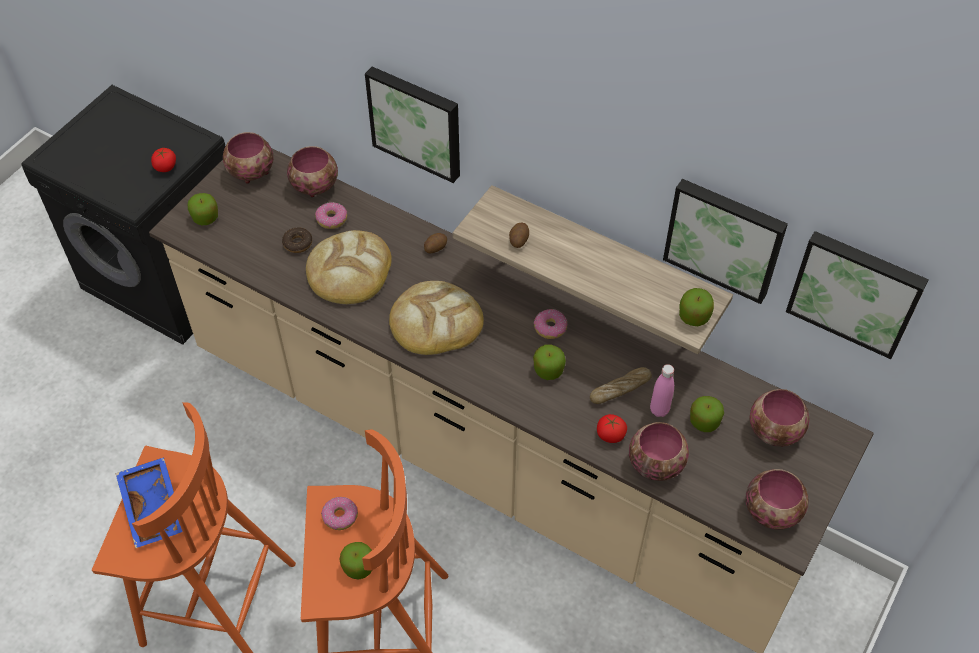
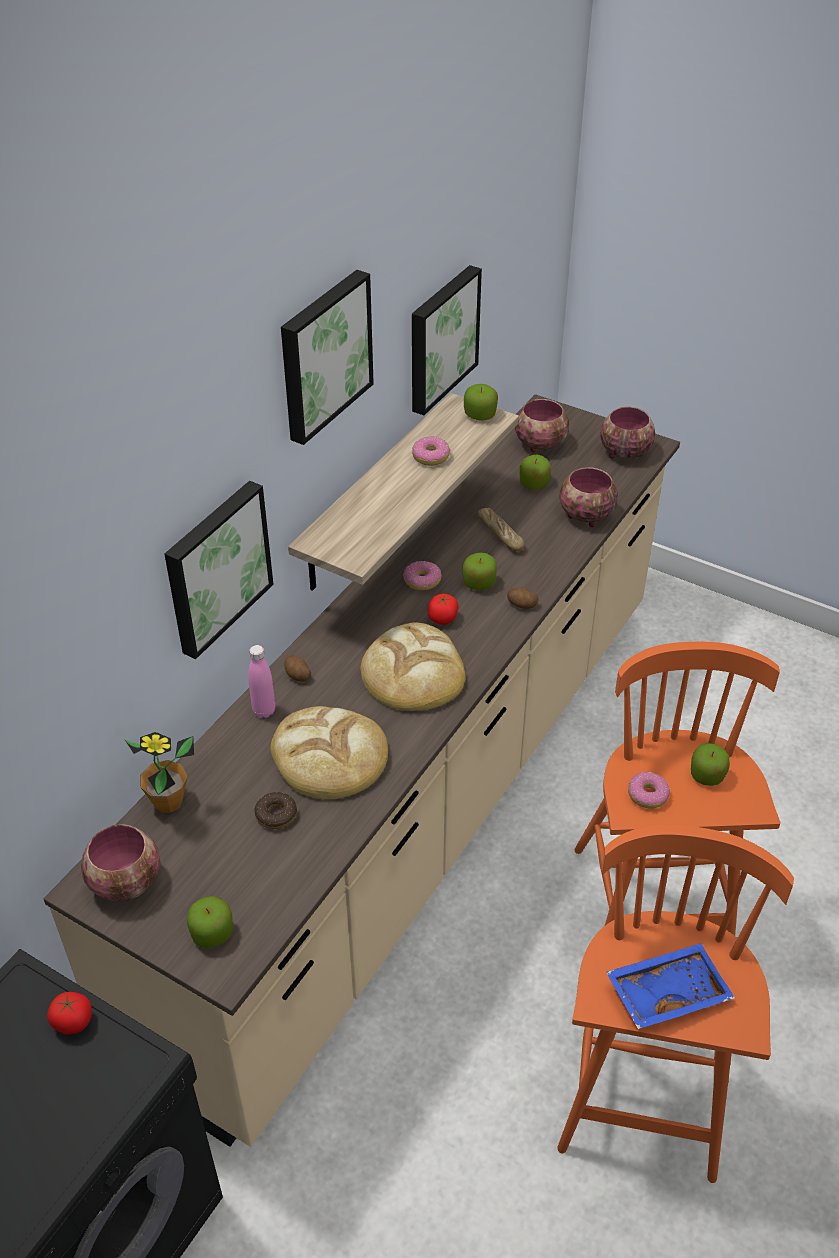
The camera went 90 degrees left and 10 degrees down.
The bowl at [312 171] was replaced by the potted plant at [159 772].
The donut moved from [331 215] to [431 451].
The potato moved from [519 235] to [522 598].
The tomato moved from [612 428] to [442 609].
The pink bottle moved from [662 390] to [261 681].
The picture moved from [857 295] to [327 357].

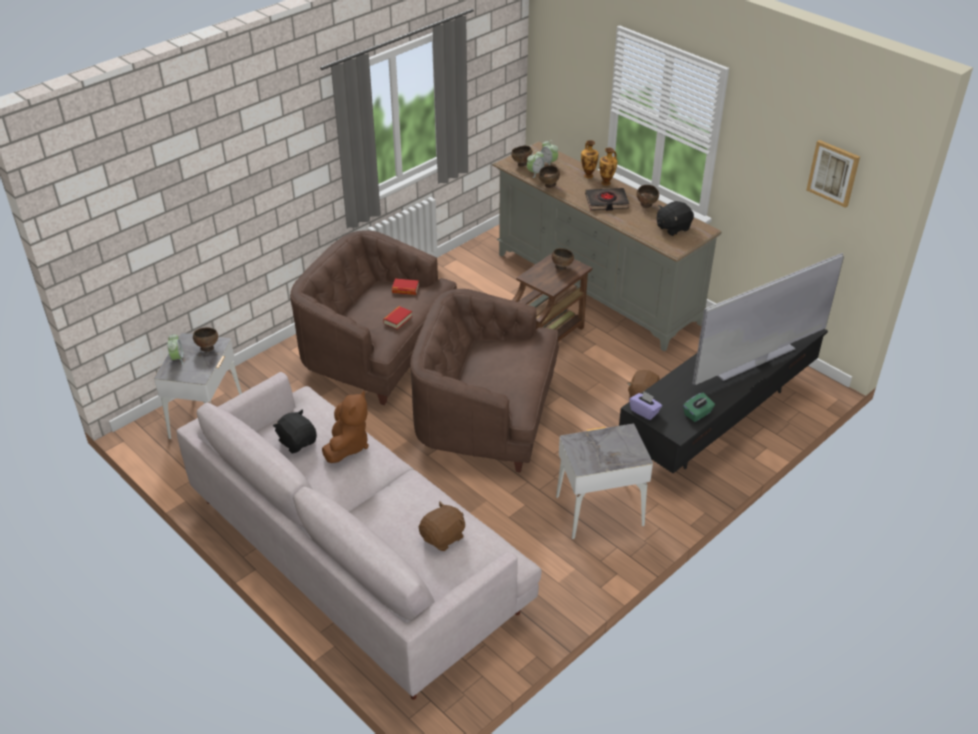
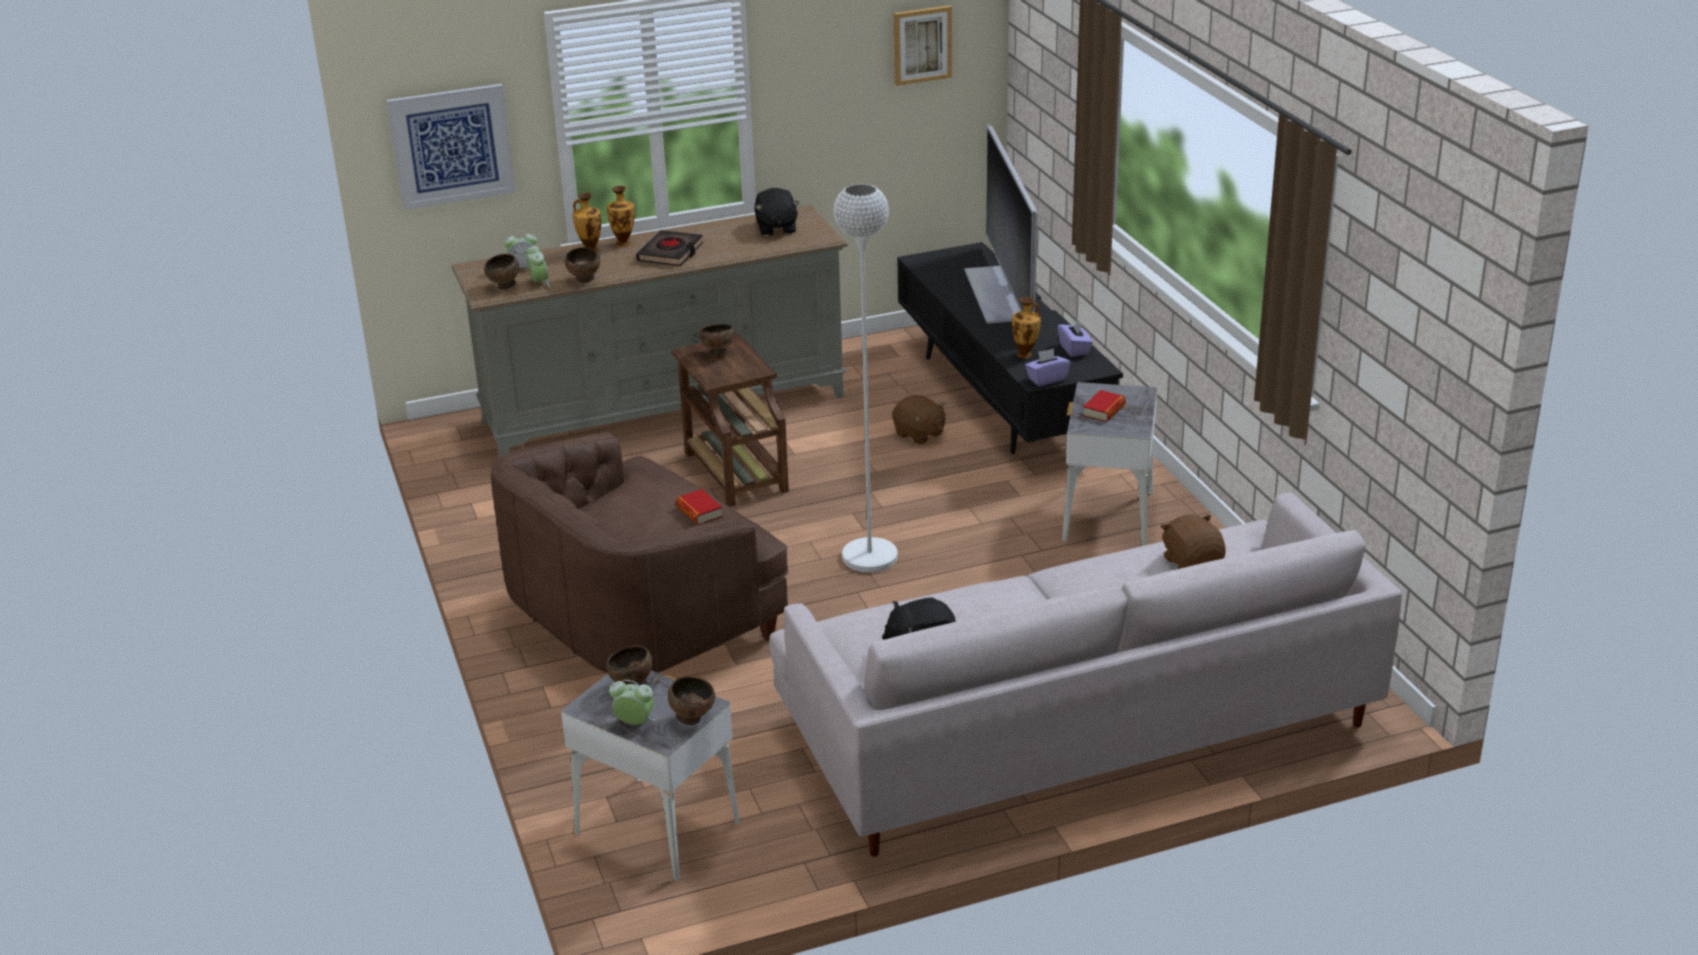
The camera went 65 degrees left and 10 degrees down.
The brown plush toy at [345 427] disappeared.
The book moved from [405 287] to [1104 406].
The brown armchair at [484 381] was replaced by the white floor lamp at [866 378].
The brown bowl moved from [648 196] to [691 700].
The green tissue box at [699 407] became the purple tissue box at [1075 338].
The picture at [451 147] appeared.
The vase at [1026 327] appeared.

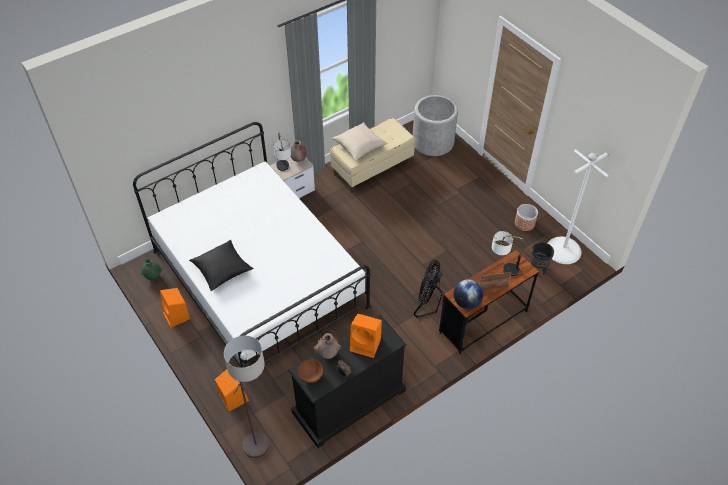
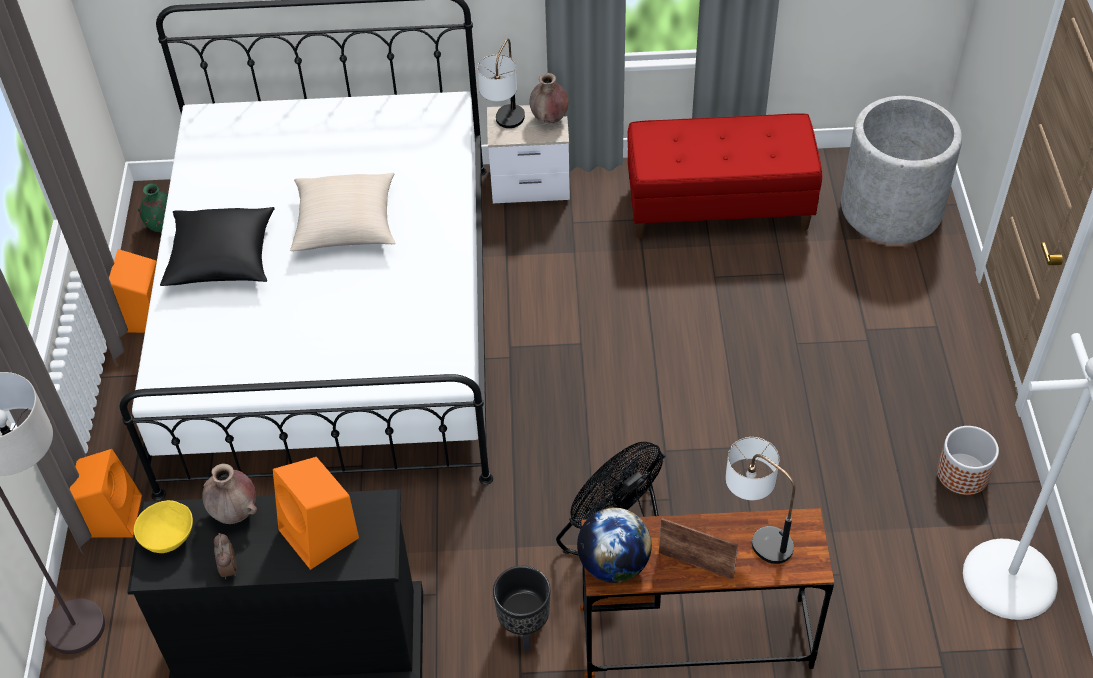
The camera went 35 degrees right and 0 degrees up.
The brown bowl at [310 371] became the yellow bowl at [163 526].
The beige bench at [372 155] became the red bench at [724 176].
The beige pillow moved from [360 141] to [343 212].
The black planter moved from [542 258] to [522 609].

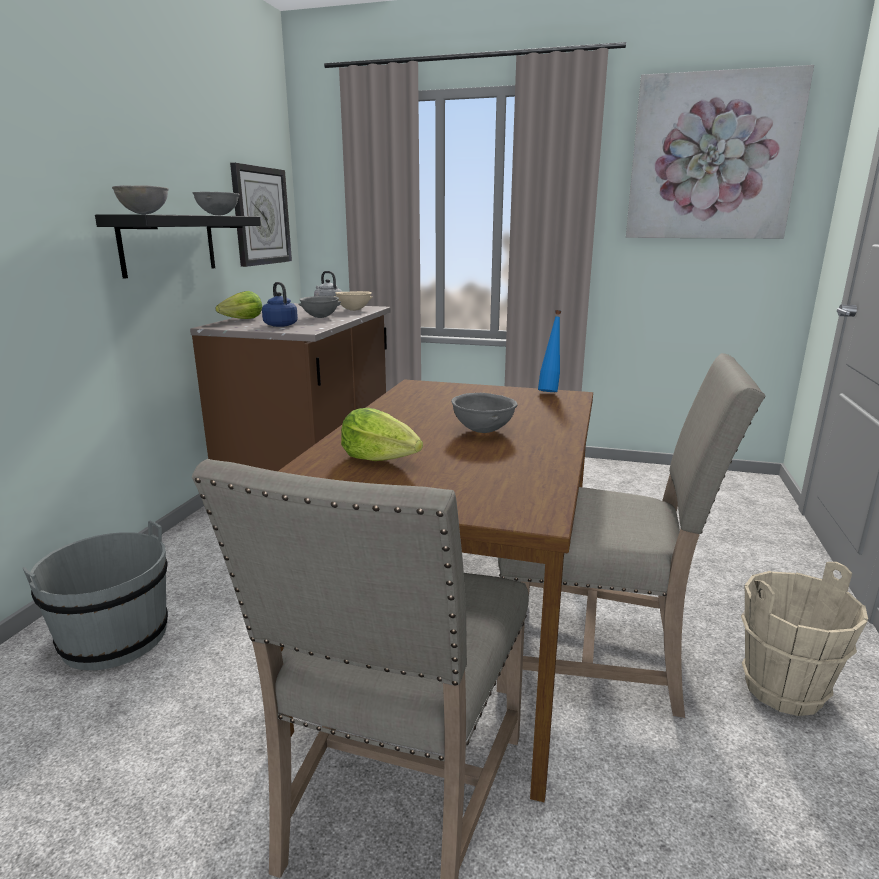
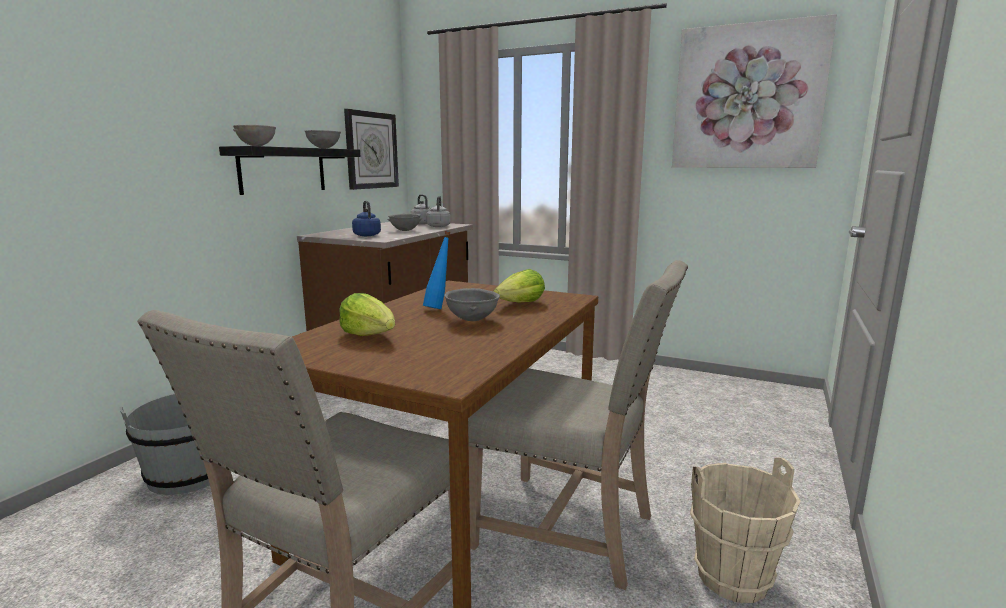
The camera went 10 degrees right and 5 degrees down.
The lettuce moved from [238 305] to [519 285].
The beige bowl at [354 301] was replaced by the grey kettle at [438 211].
The blue bottle moved from [549 351] to [436 270].

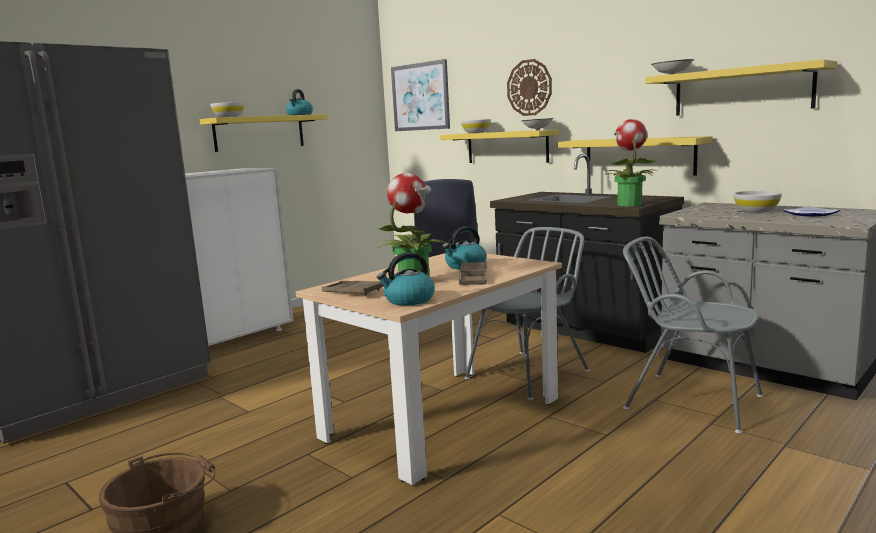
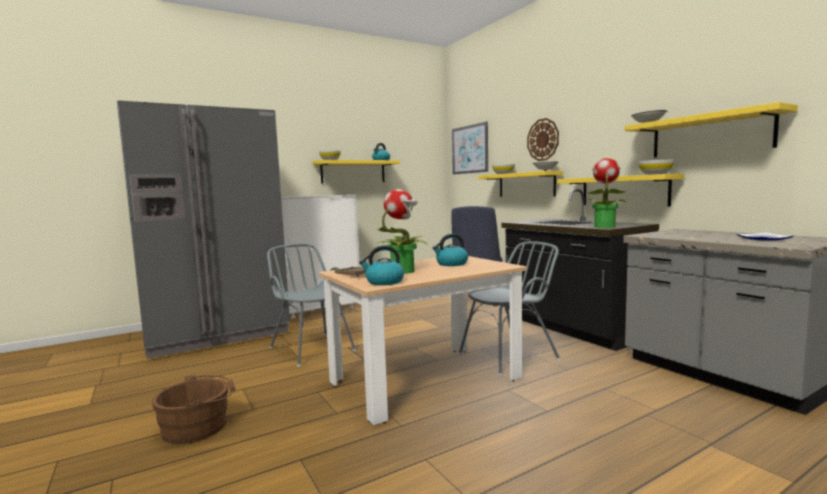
The camera went 15 degrees right and 5 degrees down.
The brown tray at [473 273] disappeared.
The grey chair moved from [693 335] to [311 305].
The white bowl moved from [758 202] to [656 167].

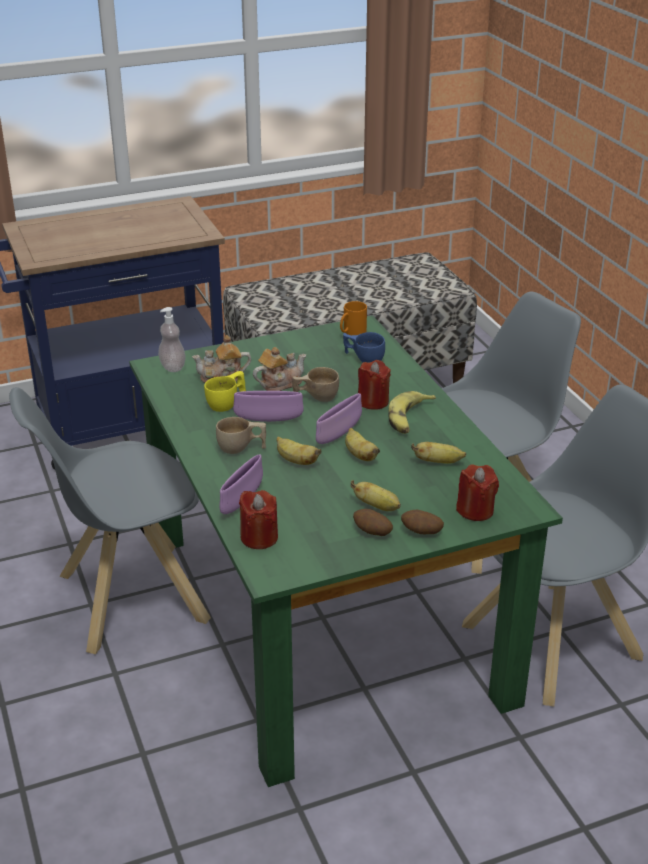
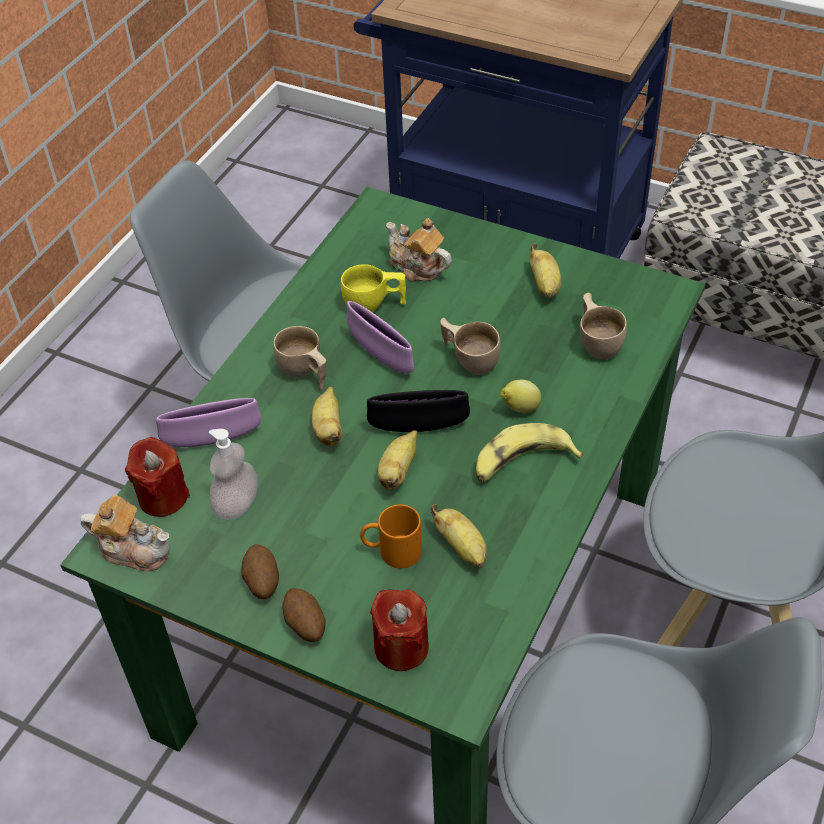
The camera went 50 degrees right and 15 degrees up.
The soap dispenser moved from [172 339] to [233 474].
The teapot moved from [279 369] to [125 533].
The purple bowl at [339 418] became the black bowl at [418 411].
The orange mug moved from [353 318] to [391 536].
The blue cup at [364 347] became the beige cup at [603 326].
The banana moved from [376 495] to [545 270].
The red candle at [374 385] was replaced by the lemon at [520 396].

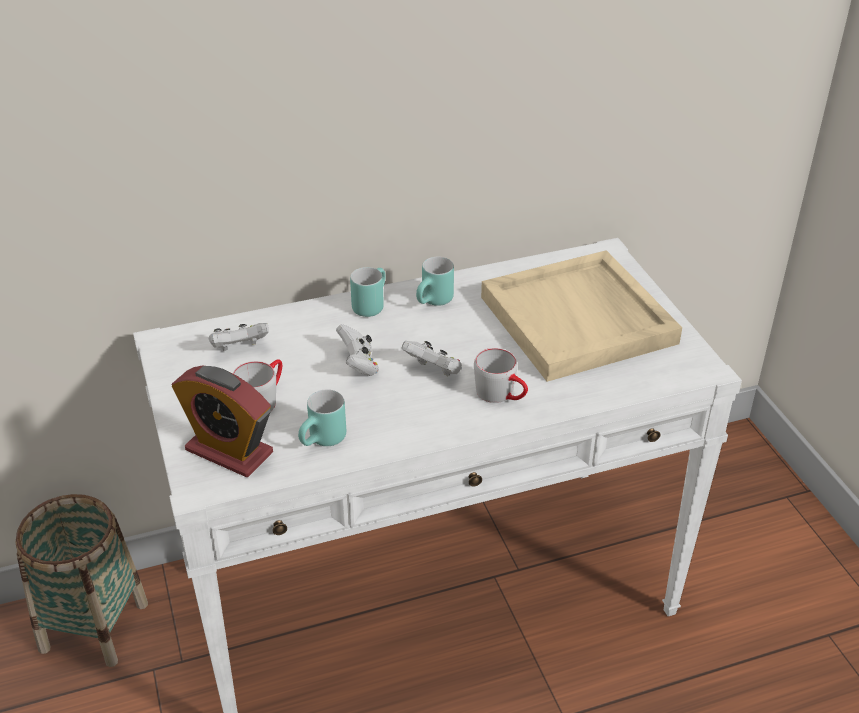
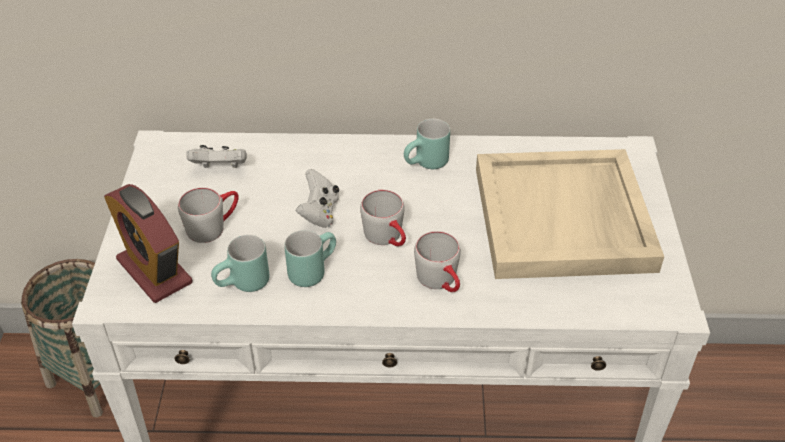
The camera went 20 degrees right and 5 degrees up.
The turquoise mug moved from [368 292] to [310 258].
The white game controller at [432 358] was replaced by the grey mug at [383 218].

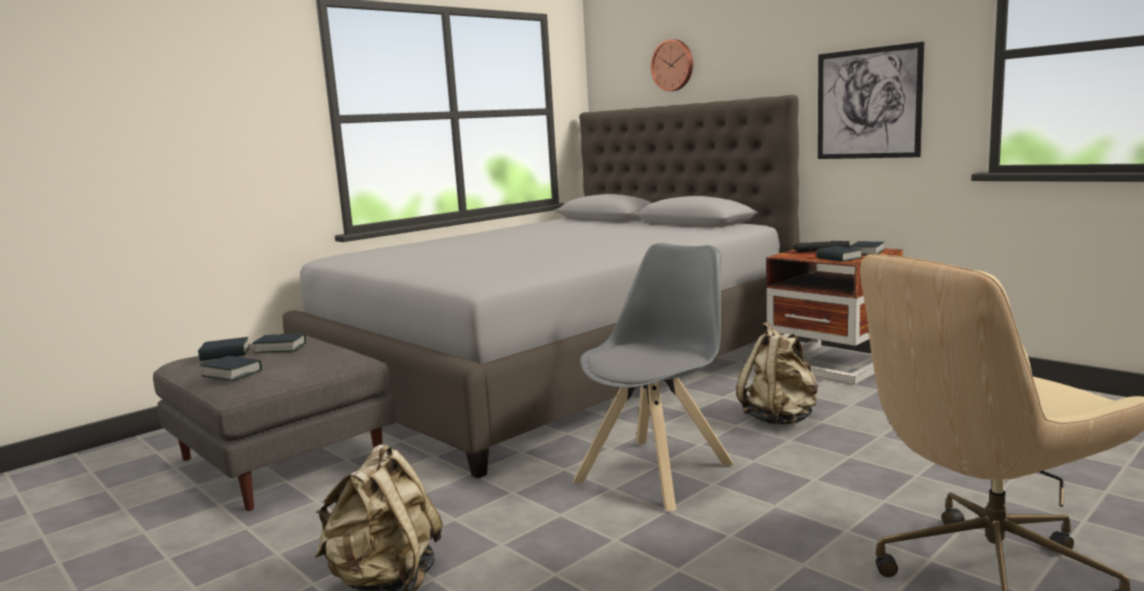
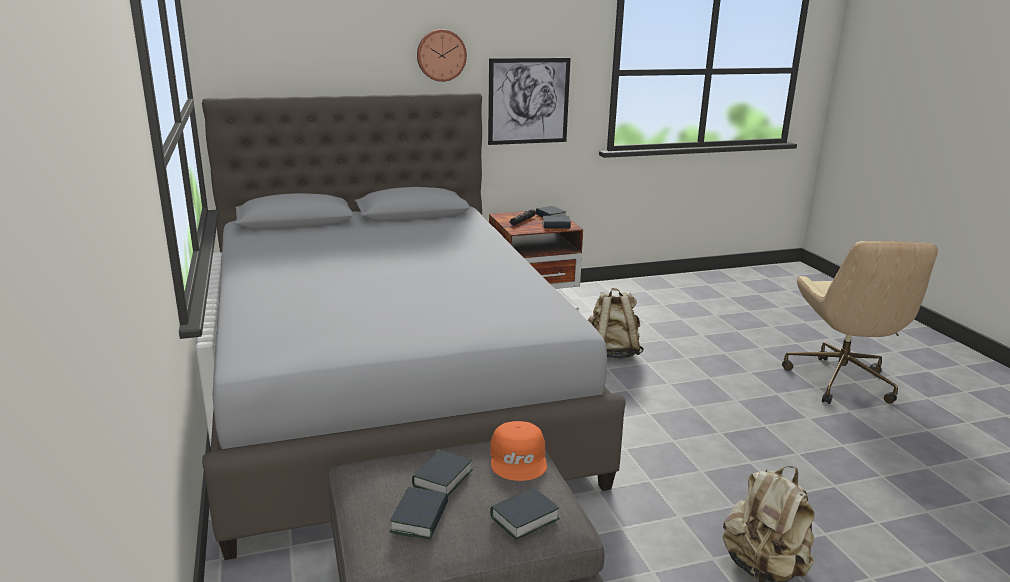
The camera went 65 degrees left and 10 degrees up.
The grey chair at [653 377] disappeared.
The wall clock moved from [672 65] to [442 55].
The orange cap at [518 451] appeared.

